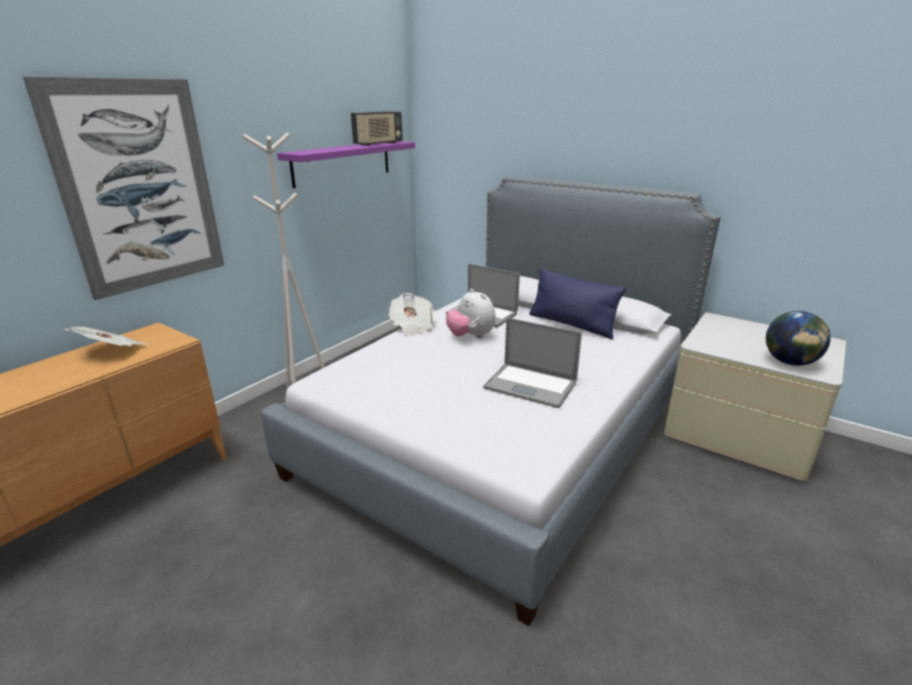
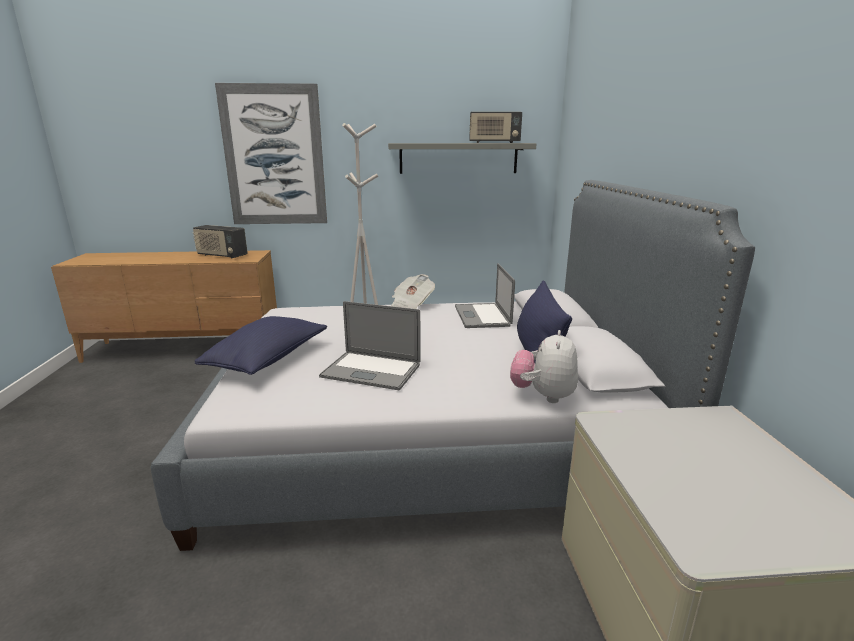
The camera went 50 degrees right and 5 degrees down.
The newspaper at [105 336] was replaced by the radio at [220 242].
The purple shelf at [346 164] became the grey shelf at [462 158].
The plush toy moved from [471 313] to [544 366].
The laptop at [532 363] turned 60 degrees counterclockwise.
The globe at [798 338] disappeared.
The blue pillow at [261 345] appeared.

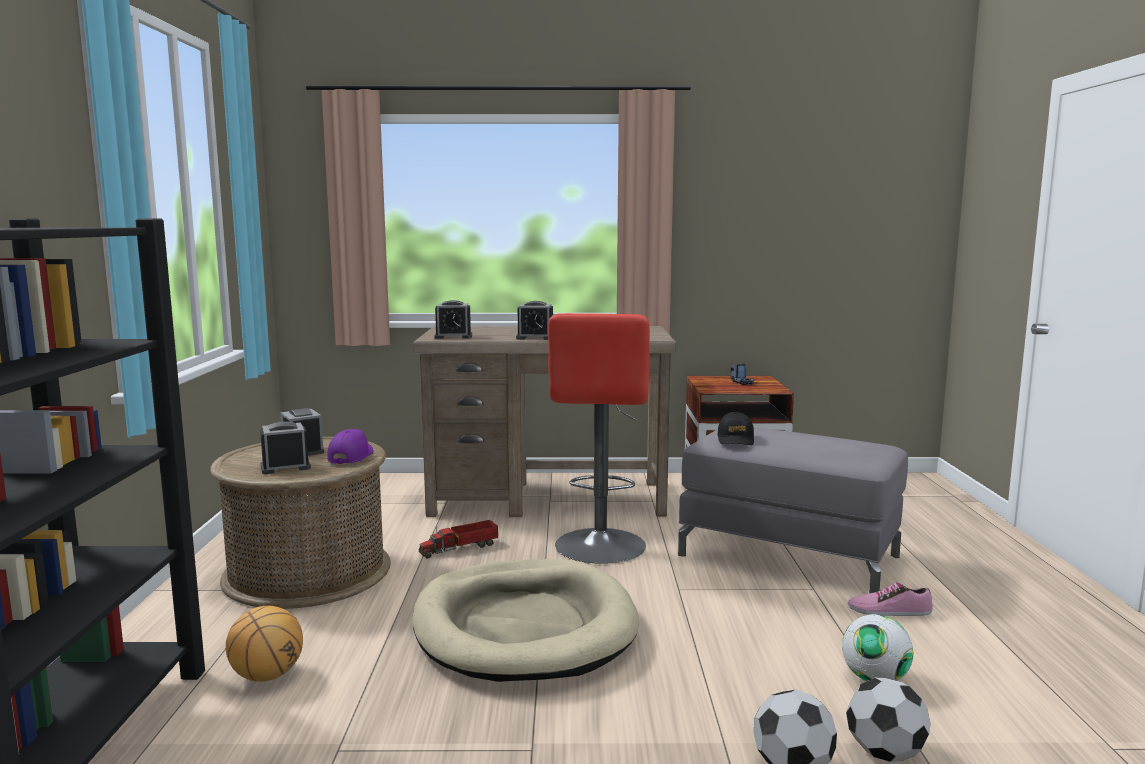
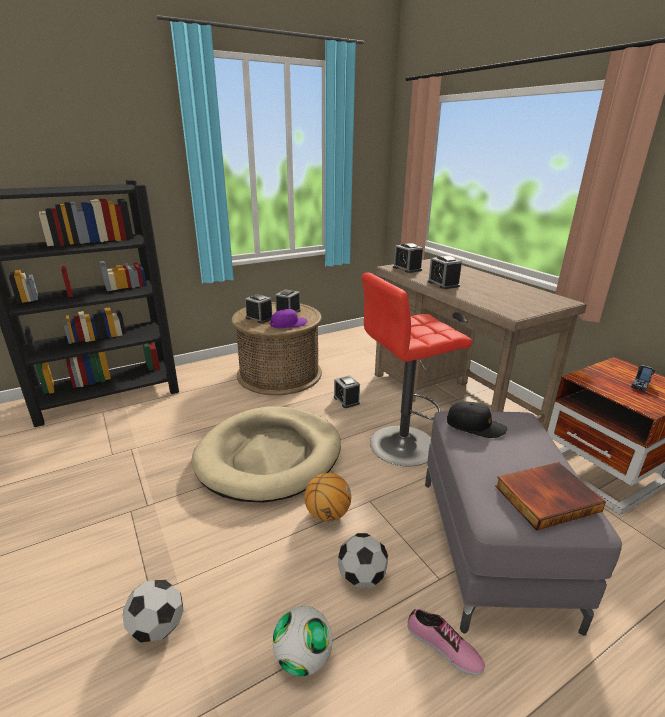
The camera went 60 degrees right and 15 degrees up.
The basketball moved from [264 644] to [327 497].
The toy truck at [458 539] was replaced by the alarm clock at [347 391].
The black cap at [735 428] turned 135 degrees counterclockwise.
The football moved from [888 720] to [363 560].
The shoe at [890 599] turned 150 degrees clockwise.
The book at [550 496] appeared.

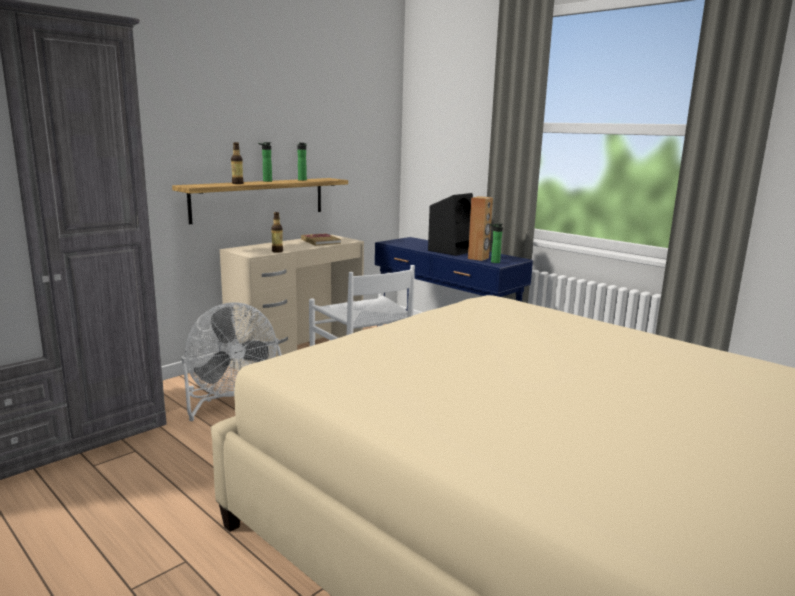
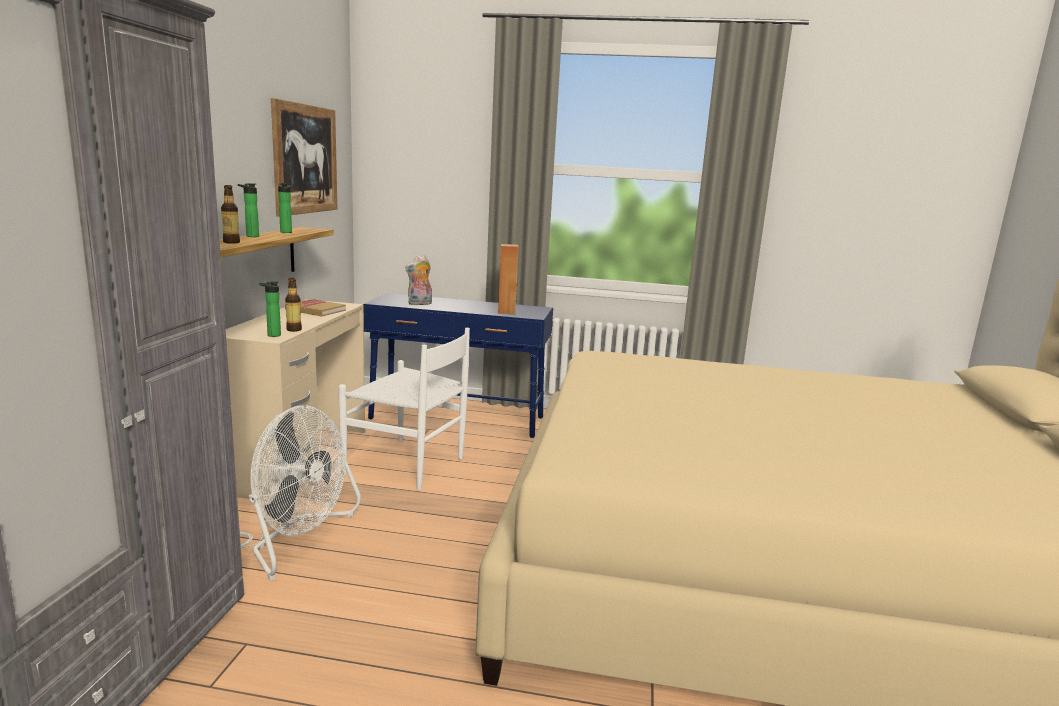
The camera went 35 degrees left and 0 degrees up.
The black speaker at [450 224] disappeared.
The bottle moved from [496 243] to [270 309].
The picture at [304 157] appeared.
The plush toy at [418 280] appeared.

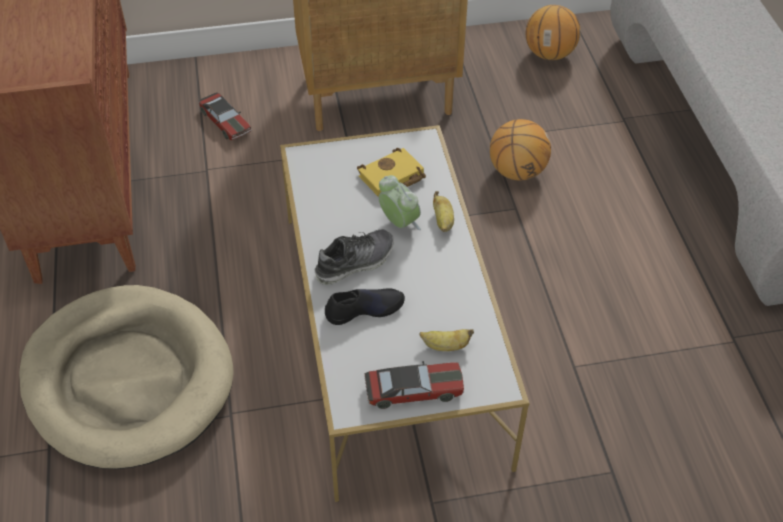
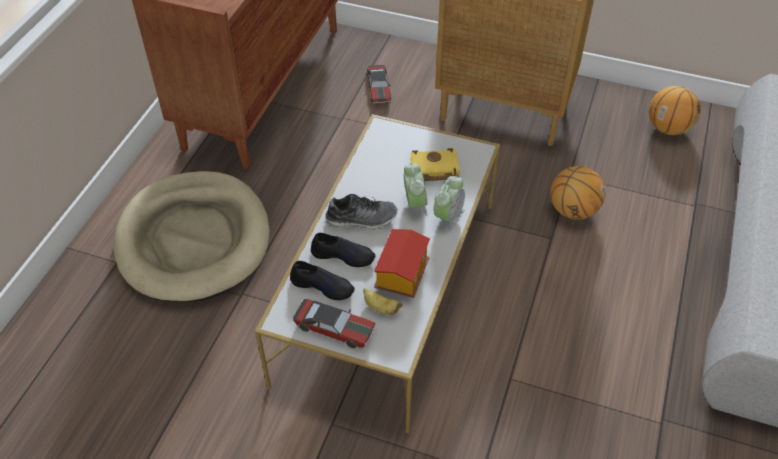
The camera went 30 degrees right and 0 degrees up.
The banana at [443 211] was replaced by the alarm clock at [449 204].
The black shoe at [322 280] appeared.
The toy house at [402 263] appeared.

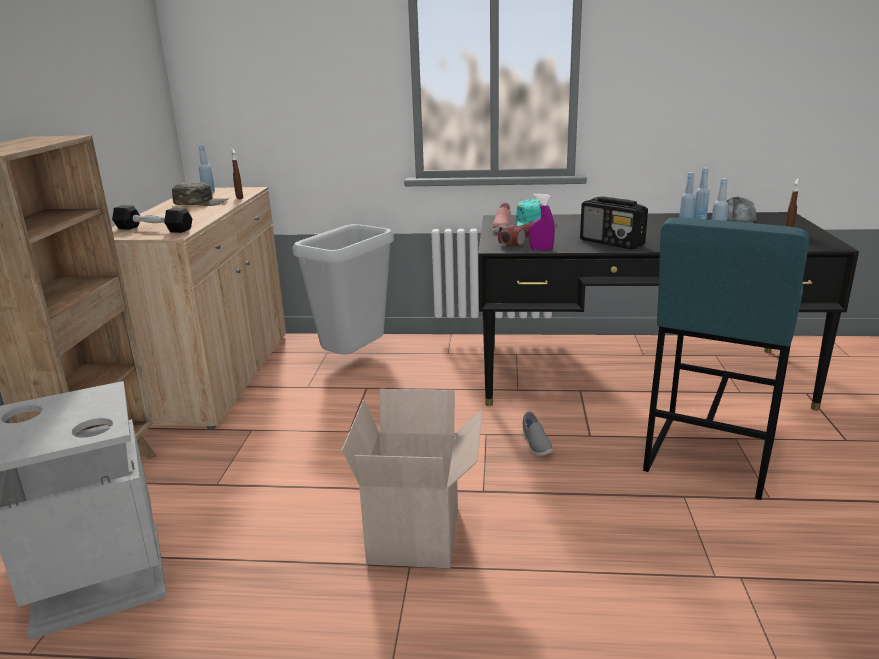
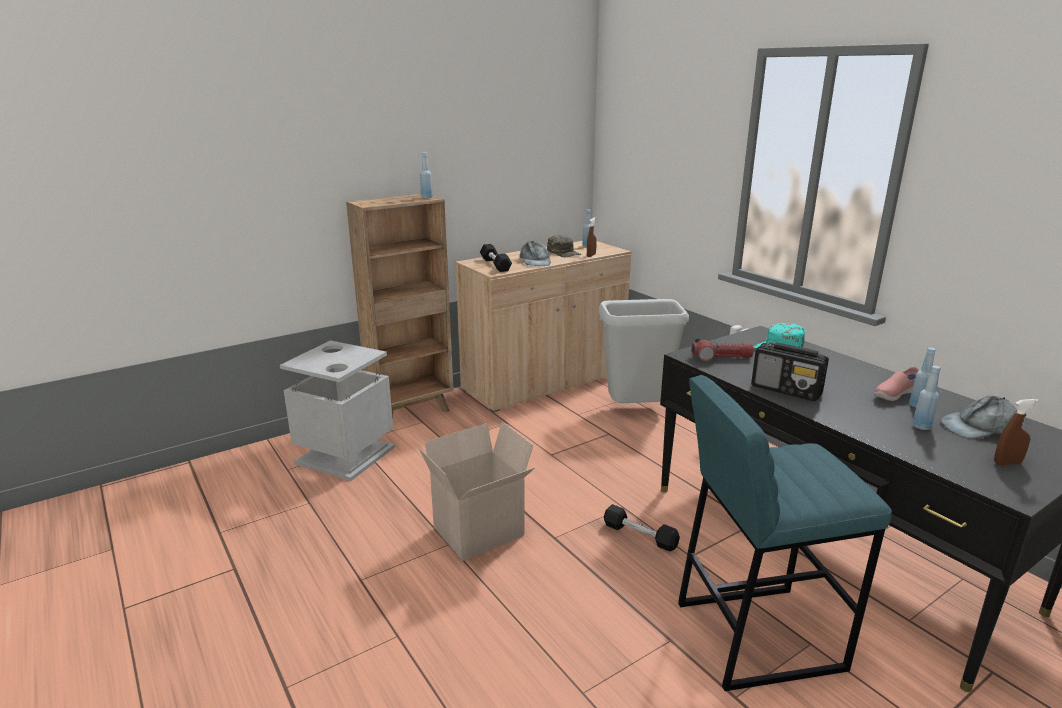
The camera went 50 degrees right and 0 degrees up.
The pink shoe moved from [502 217] to [896 384].
The grey shoe at [538 433] was replaced by the black dumbbell at [642 528].
The purple spray bottle at [542 222] disappeared.
The radio at [614 223] turned 60 degrees counterclockwise.
The blue bottle moved from [702 193] to [426 175].
The grey cap at [535 253] appeared.

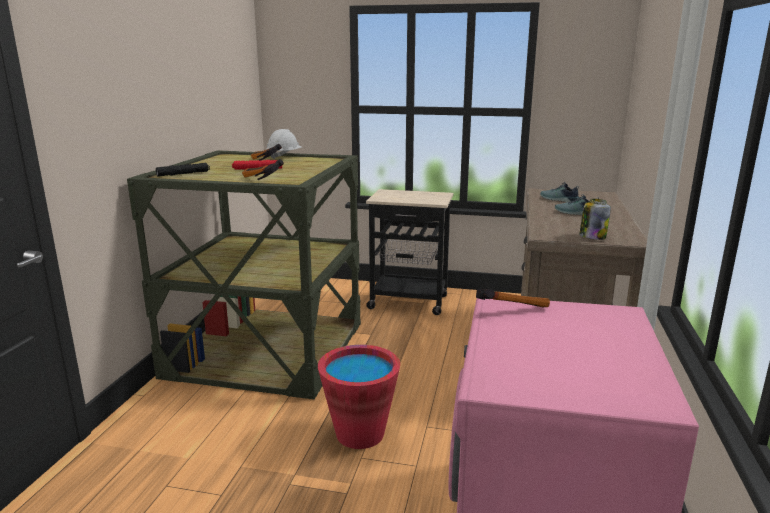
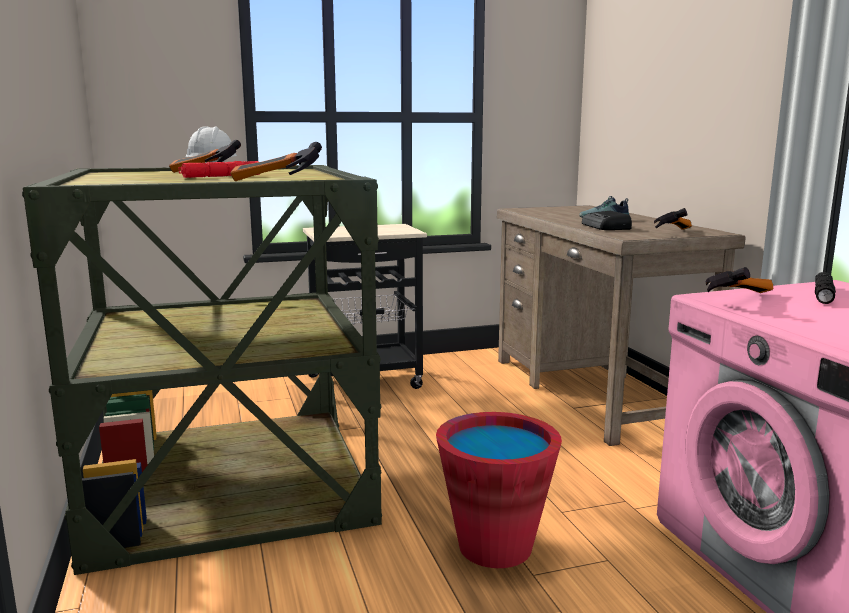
The camera went 30 degrees left and 5 degrees down.
The black flashlight moved from [183 169] to [825 288].
The shoe at [559 192] disappeared.
The jar at [595 219] was replaced by the hammer at [673 219].
The radio at [607 220] appeared.

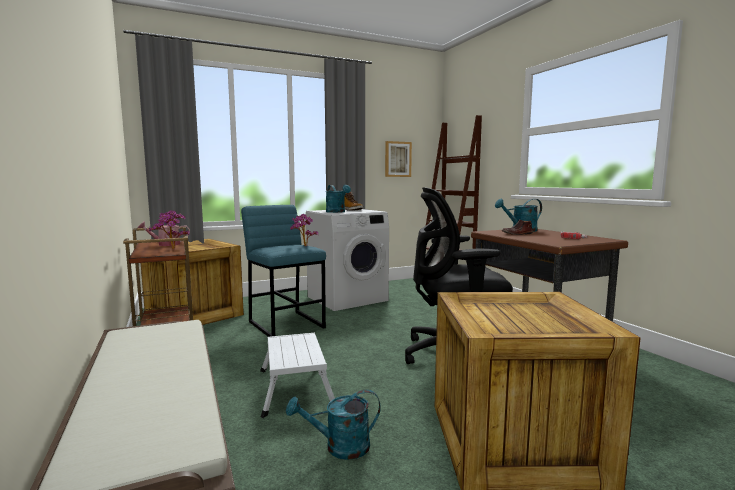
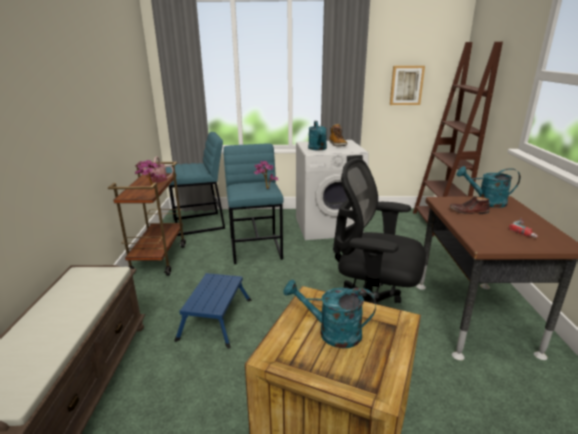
The camera went 25 degrees right and 15 degrees up.
The crate at [192 282] was replaced by the blue stool at [195 184].
The white step ladder at [297 375] became the blue step ladder at [213 311].
The turquoise watering can moved from [333 425] to [329 313].

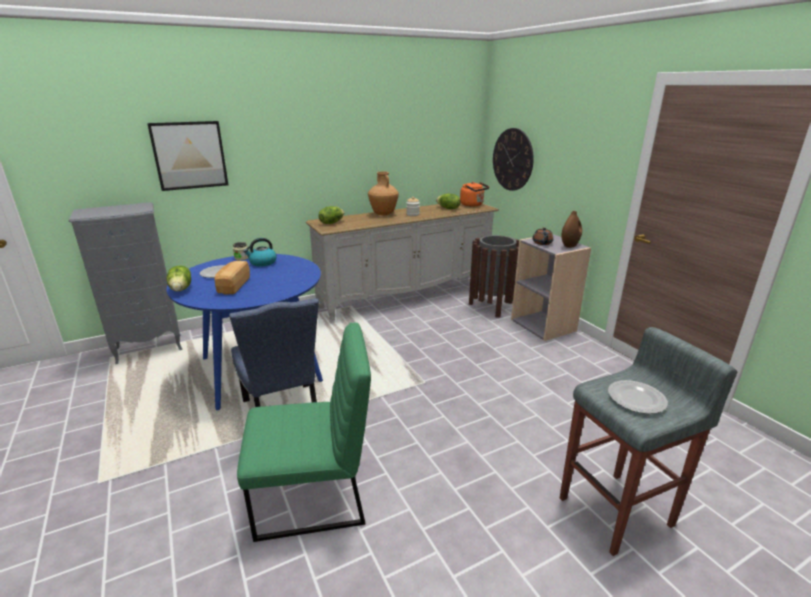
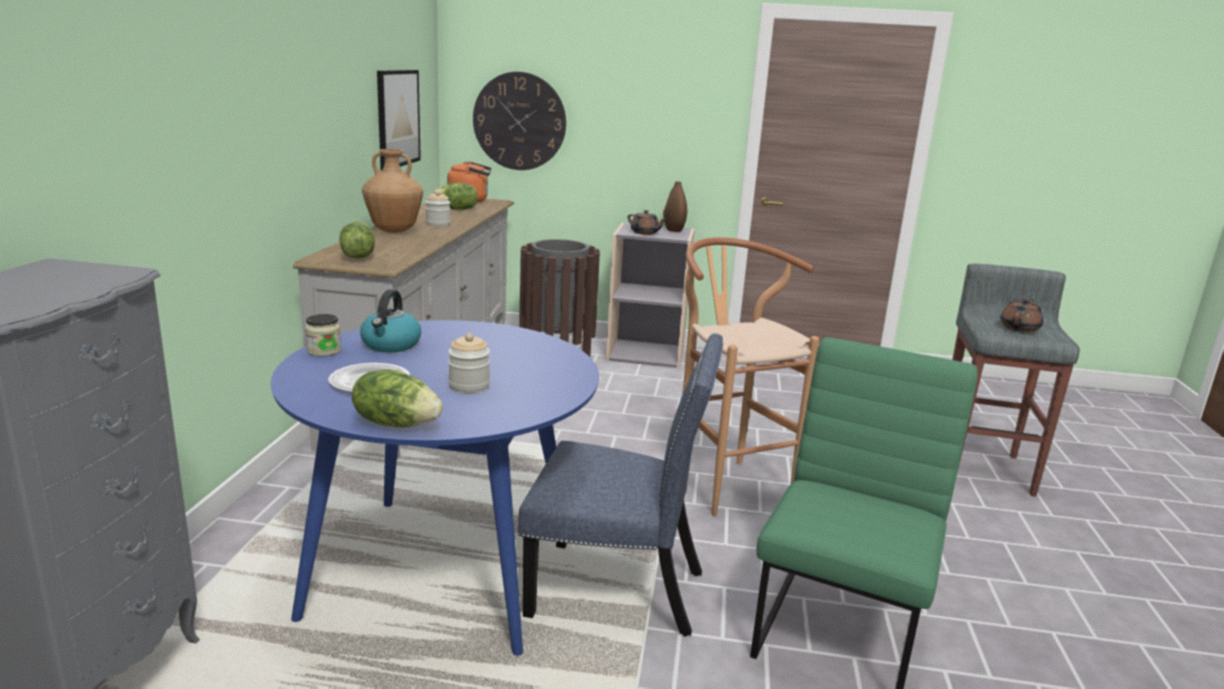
The camera went 55 degrees left and 5 degrees down.
The picture moved from [187 156] to [399 120].
The bread at [232 278] was replaced by the jar at [469 363].
The plate at [638 397] was replaced by the brown teapot at [1021 315].
The brown stool at [750 376] appeared.

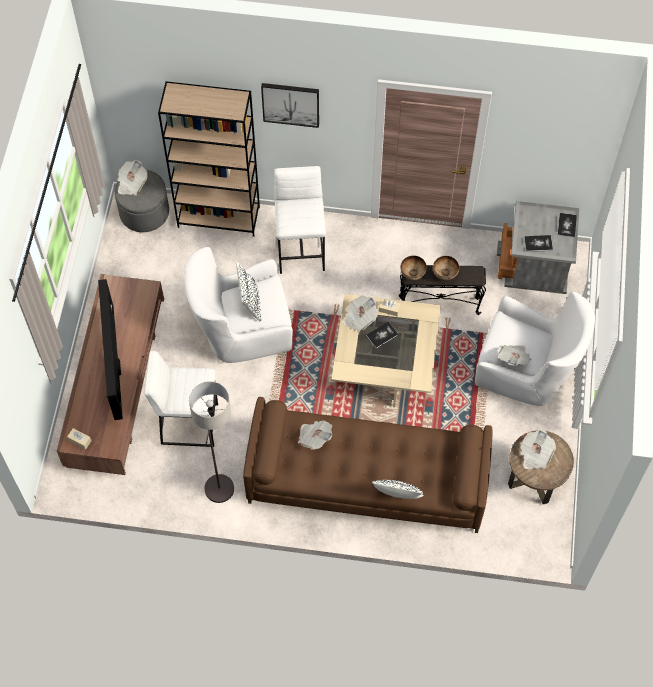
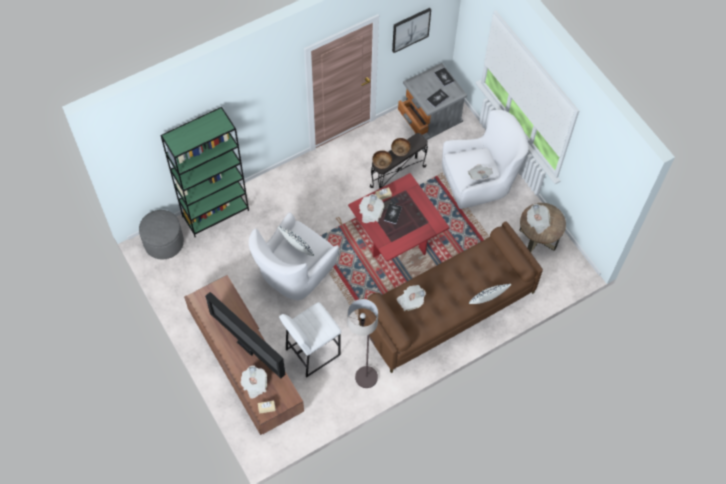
The camera went 40 degrees left and 0 degrees up.
The newspaper moved from [132 177] to [253 382].
The beige bookcase at [209 159] became the green bookcase at [204 172].
The picture moved from [290 105] to [411 30].
The white stool at [300 220] disappeared.
The beige coffee table at [386 350] became the red coffee table at [399 217].

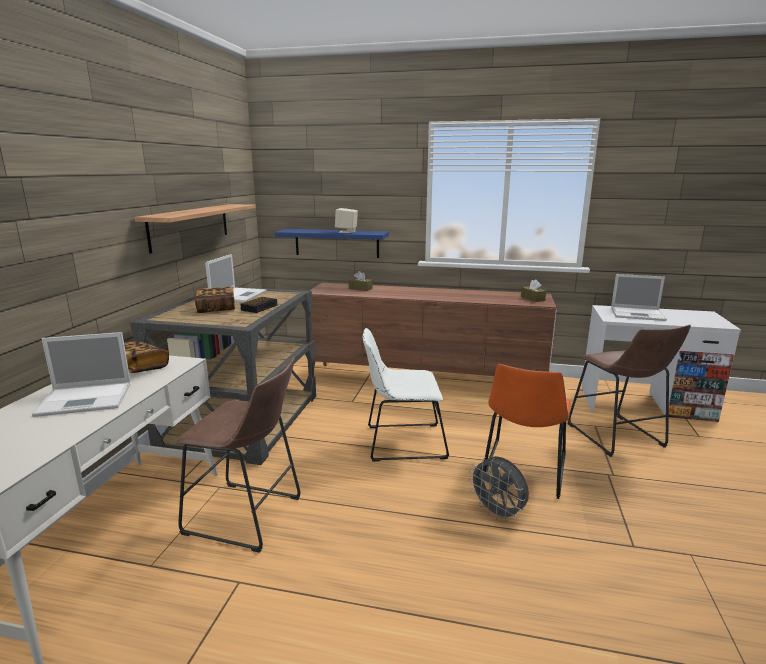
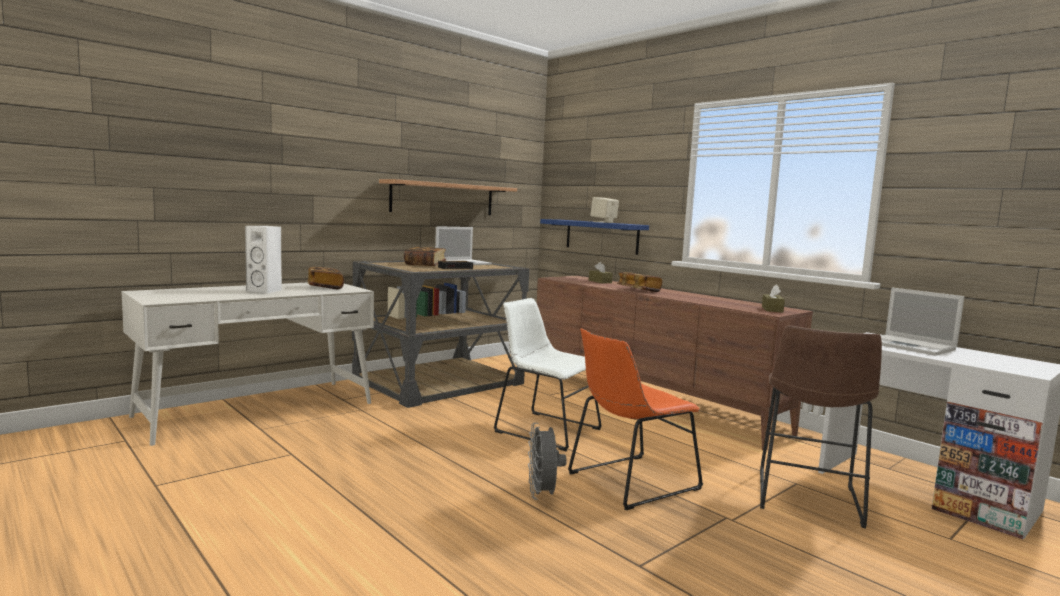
The camera went 35 degrees right and 10 degrees down.
The laptop at [81 374] was replaced by the white speaker at [263 259].
The brown stool at [238 455] disappeared.
The book at [639 282] appeared.

